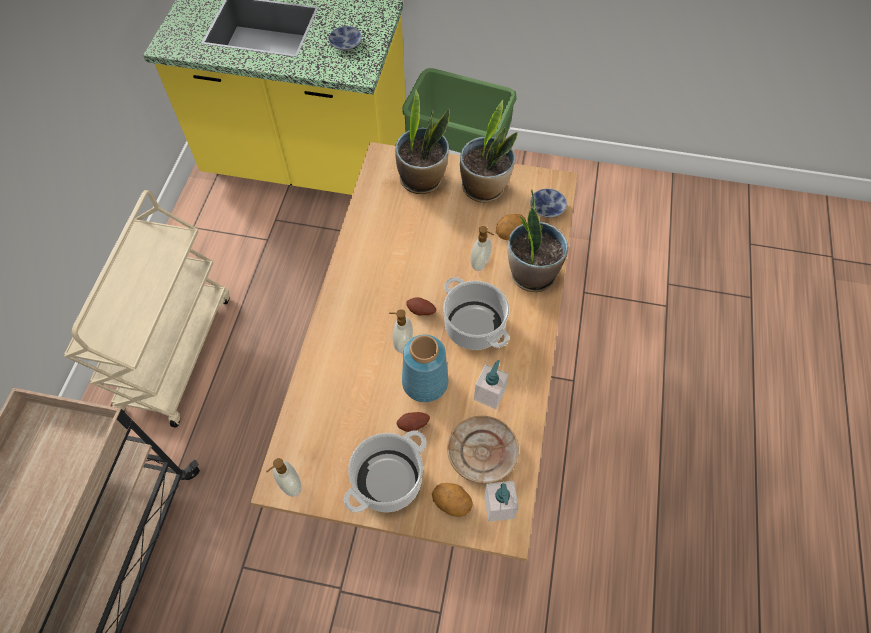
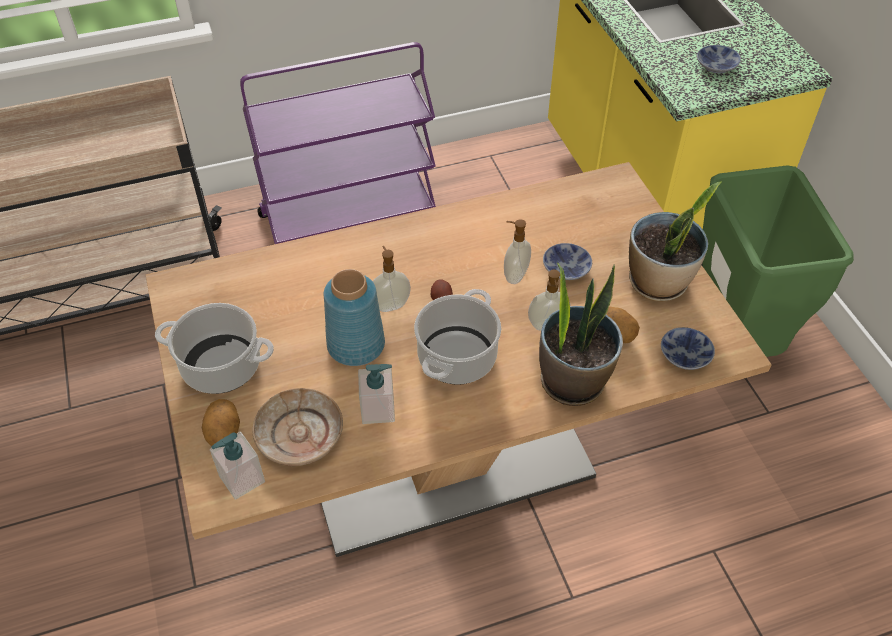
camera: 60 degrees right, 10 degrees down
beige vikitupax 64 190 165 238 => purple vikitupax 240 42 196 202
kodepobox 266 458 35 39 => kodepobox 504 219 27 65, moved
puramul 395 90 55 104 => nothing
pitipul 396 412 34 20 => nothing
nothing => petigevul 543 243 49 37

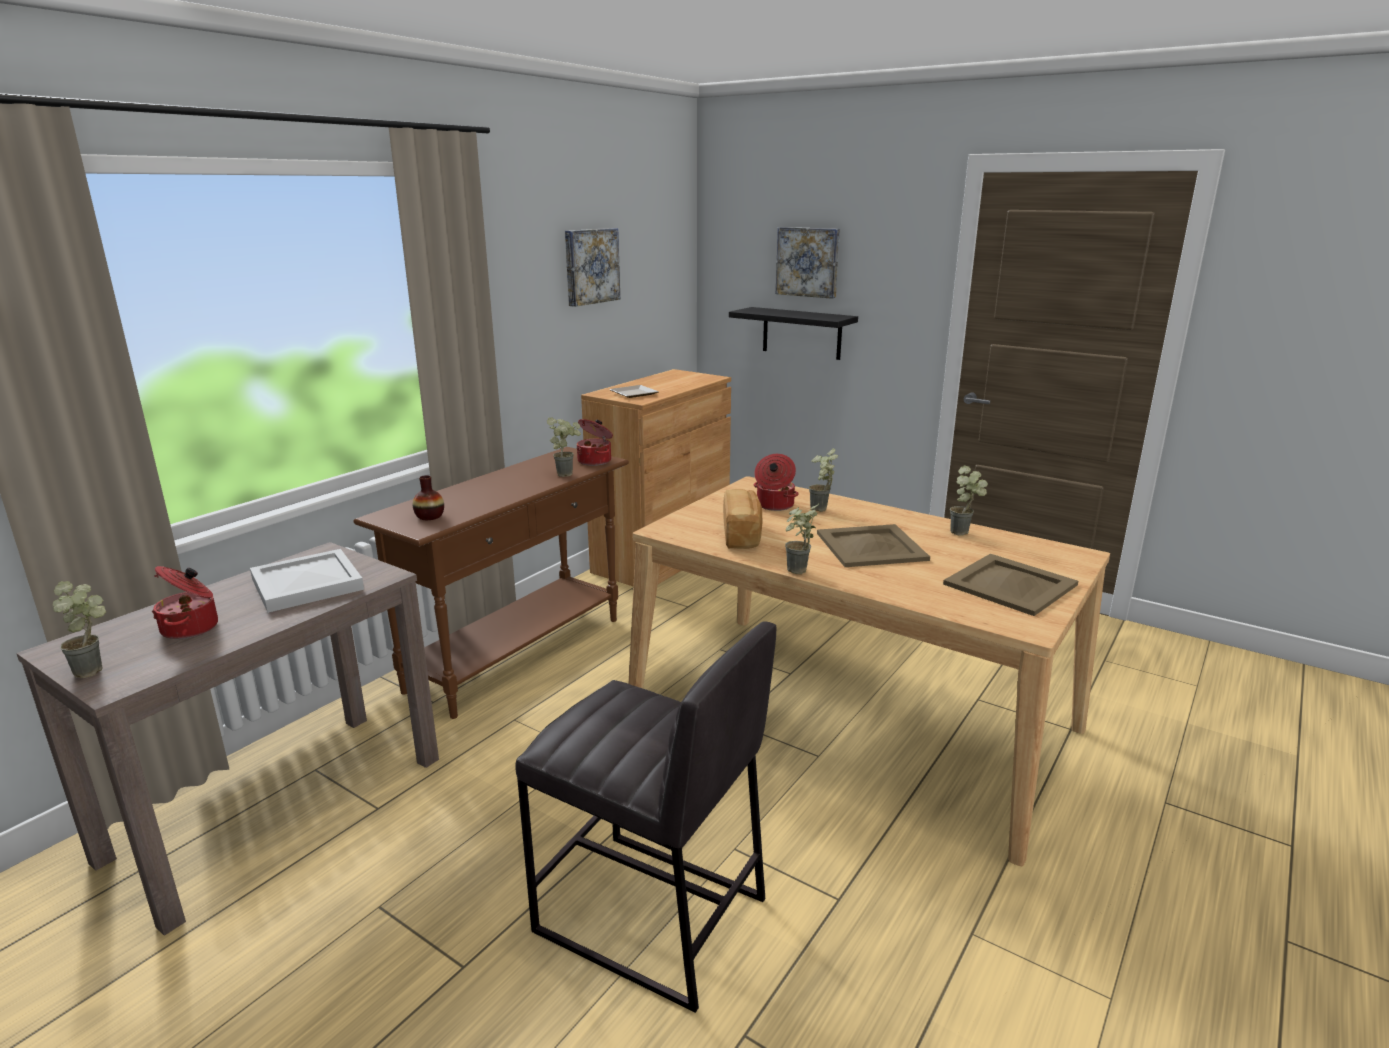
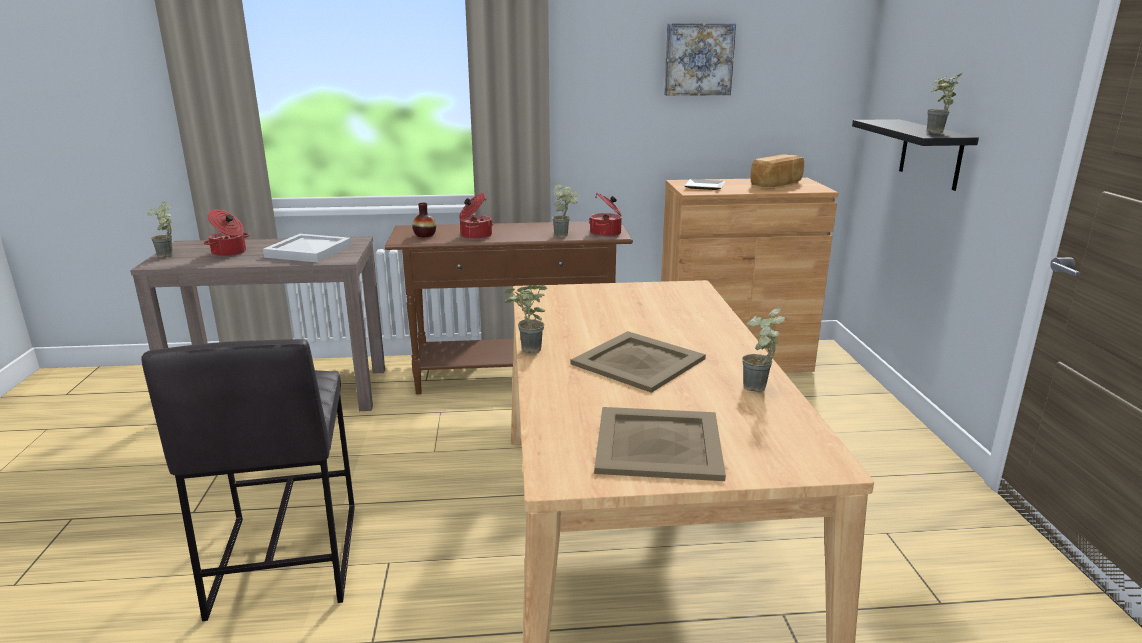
camera: 50 degrees right, 0 degrees up
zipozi 723 489 39 60 => zipozi 750 154 54 33, moved
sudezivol 753 454 46 57 => sudezivol 459 193 34 47, moved
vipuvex 776 227 64 72 => nothing
puramul 809 448 29 64 => puramul 927 73 35 61, moved

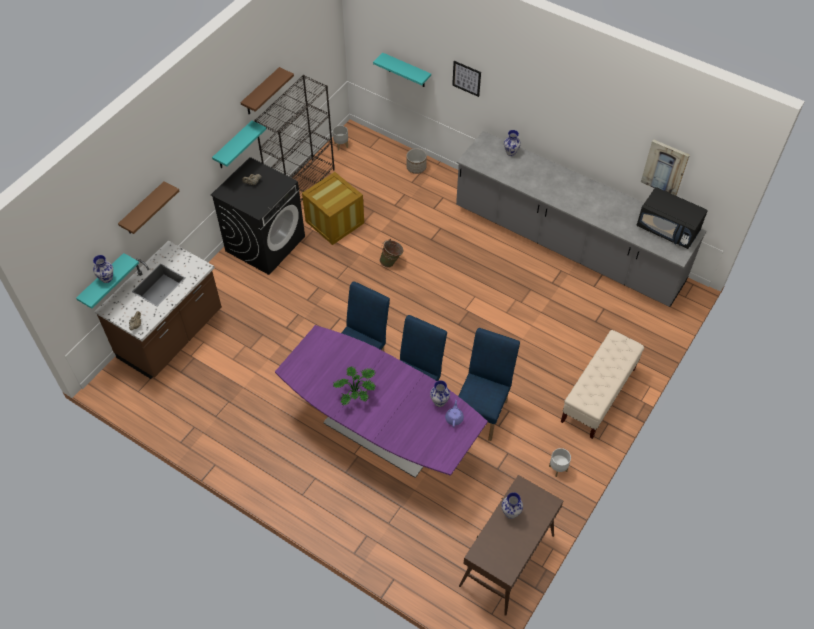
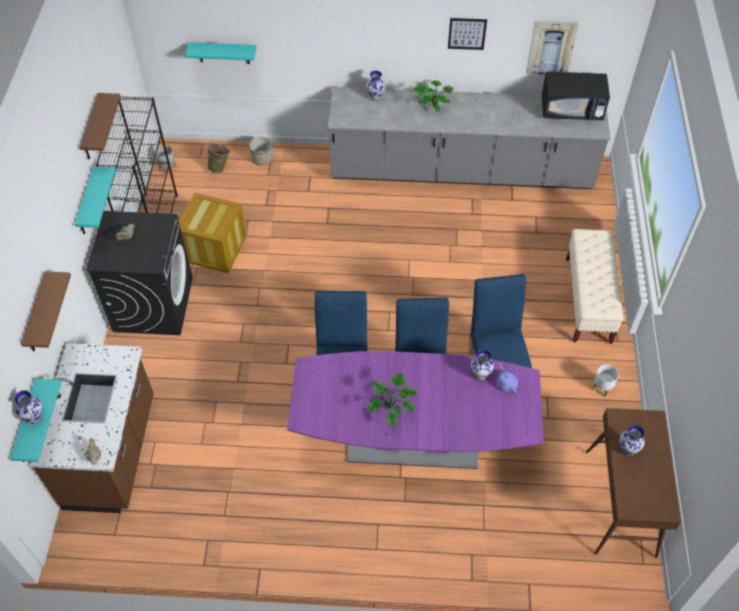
camera: 30 degrees left, 0 degrees up
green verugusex 380 239 23 28 => green verugusex 206 143 24 30, moved
vipuvex 452 61 29 36 => vipuvex 448 18 39 32, moved
nothing => puramul 413 80 41 32

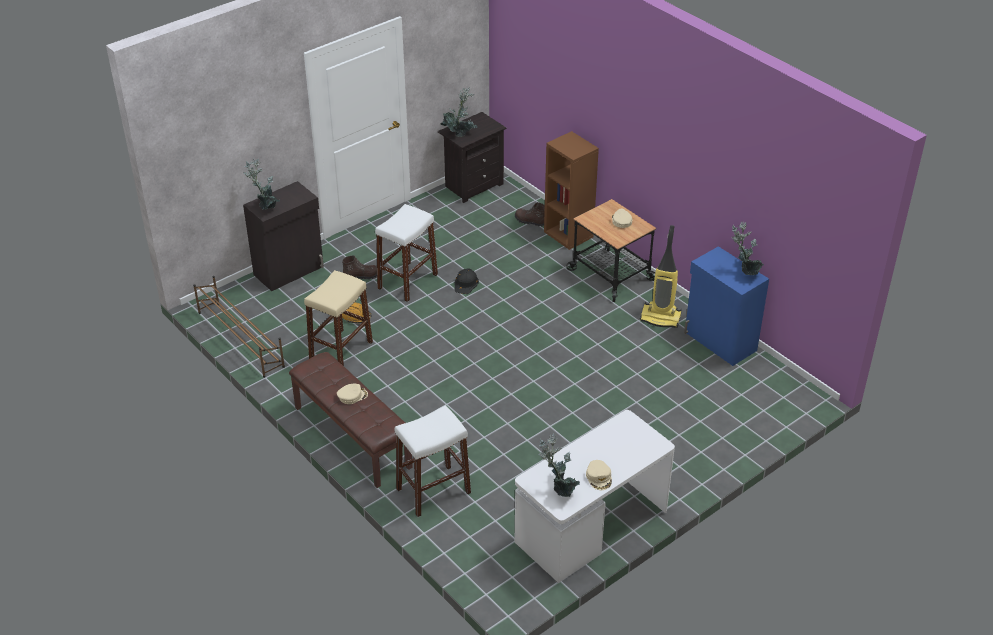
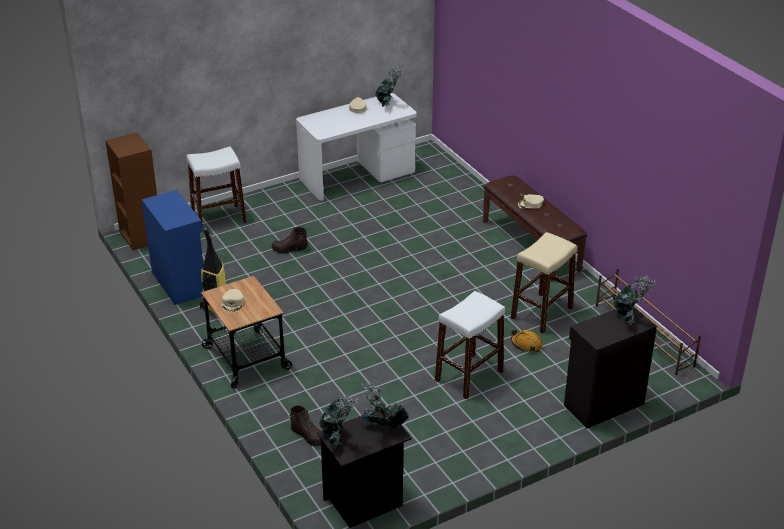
camera: 170 degrees left, 5 degrees down
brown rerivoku 342 255 35 24 => brown rerivoku 271 227 37 27, moved
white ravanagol 395 405 76 112 => white ravanagol 186 146 61 86, moved
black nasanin 455 268 24 26 => nothing
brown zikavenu 544 131 55 119 => brown zikavenu 105 132 52 118, moved
puramul 732 221 32 54 => puramul 319 393 40 55, moved

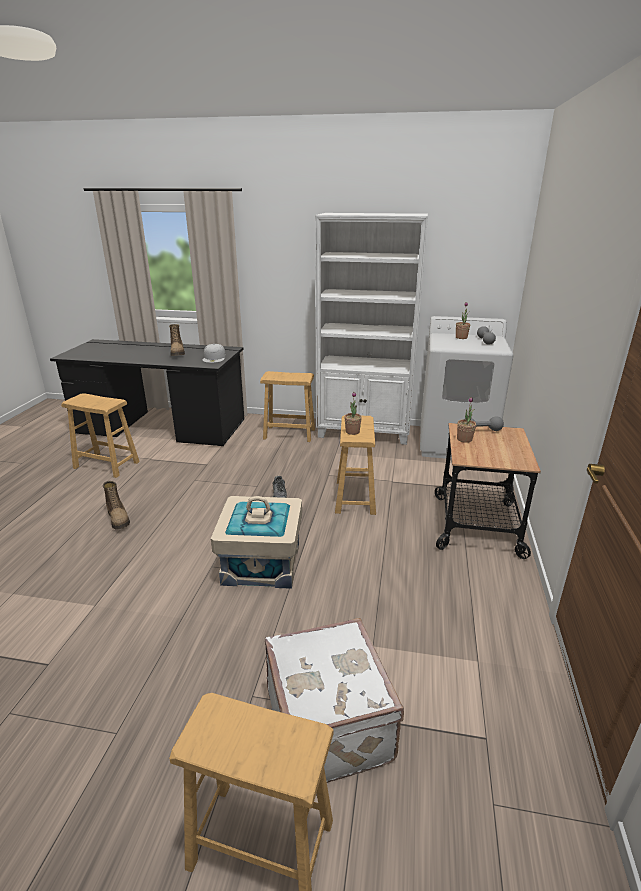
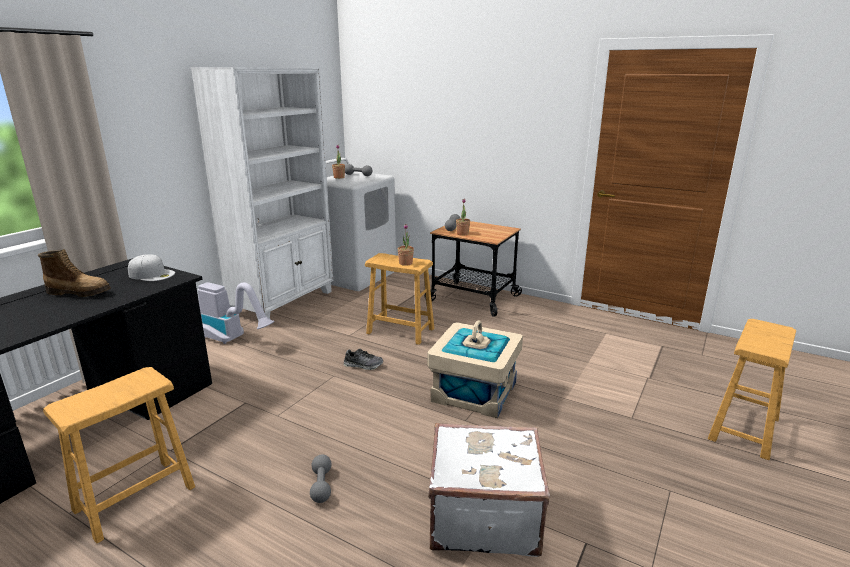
camera: 70 degrees left, 5 degrees down
rerivoku 103 481 27 48 => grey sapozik 310 454 21 49
brown ravanagol 260 371 55 71 => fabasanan 198 282 76 62
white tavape 265 618 139 165 => white tavape 428 423 122 134, moved

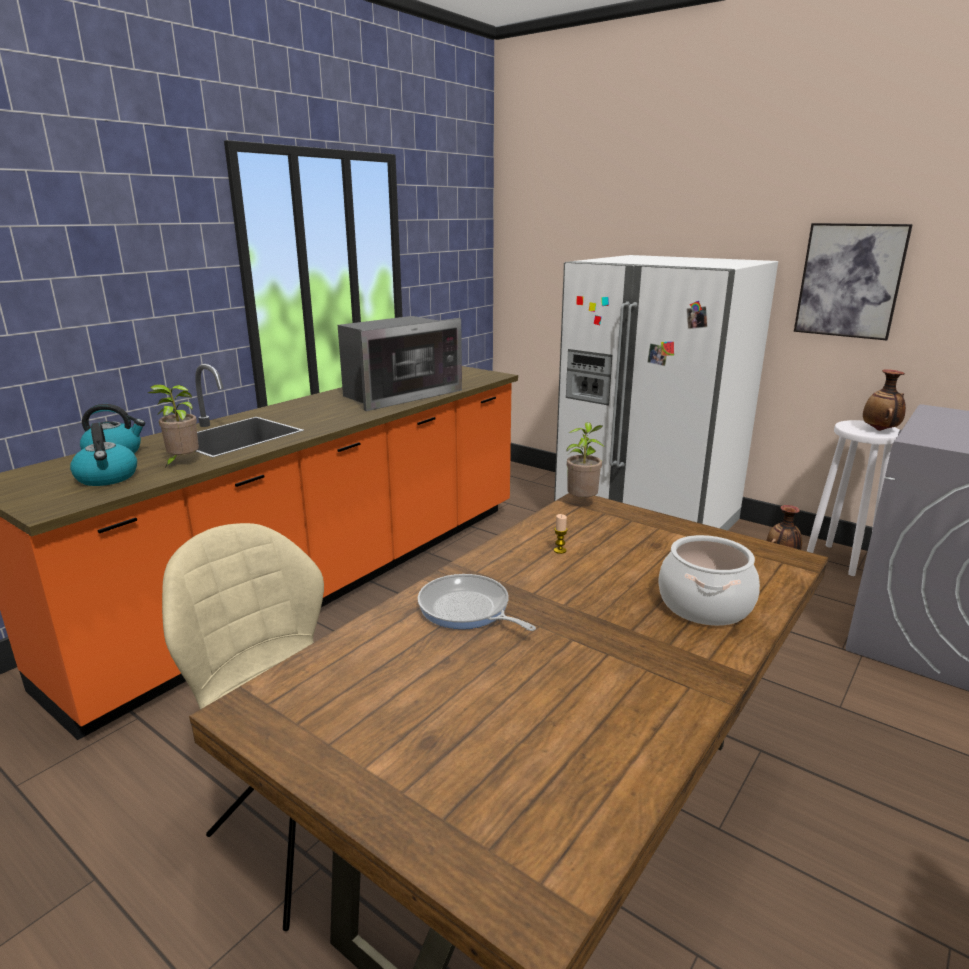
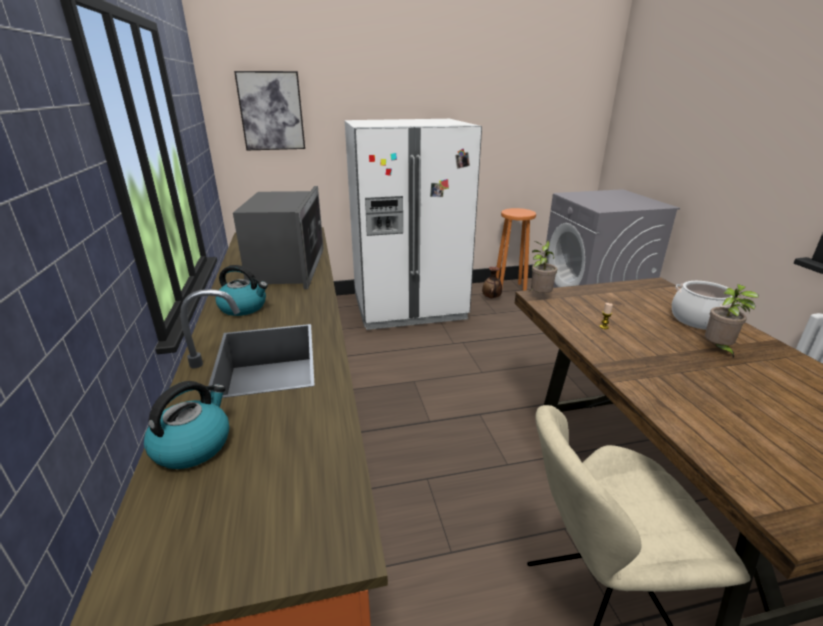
camera: 50 degrees left, 5 degrees up
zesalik 70 423 67 63 => zesalik 216 265 52 51, moved
puramul 148 384 51 84 => puramul 705 284 54 74, moved
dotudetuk 418 574 118 57 => nothing
vipuvex 794 223 119 117 => vipuvex 234 71 71 79, moved
white ravanagol 807 420 93 156 => orange ravanagol 496 208 40 86
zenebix 863 370 43 61 => nothing

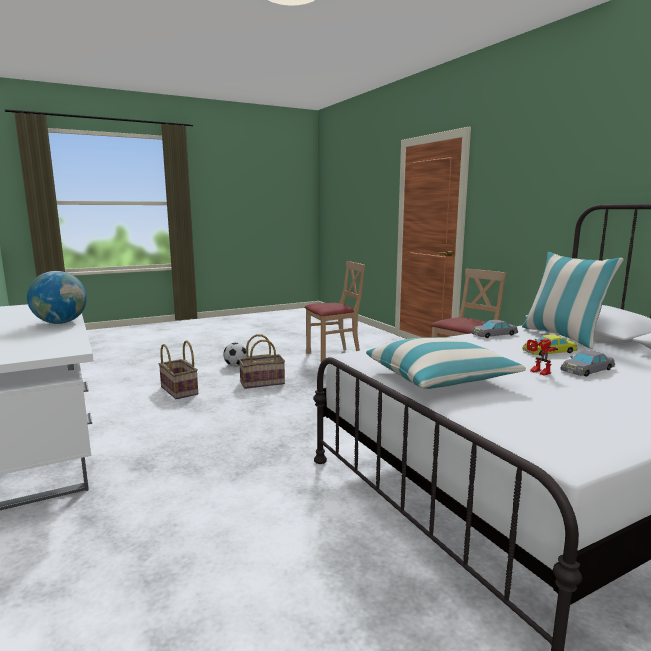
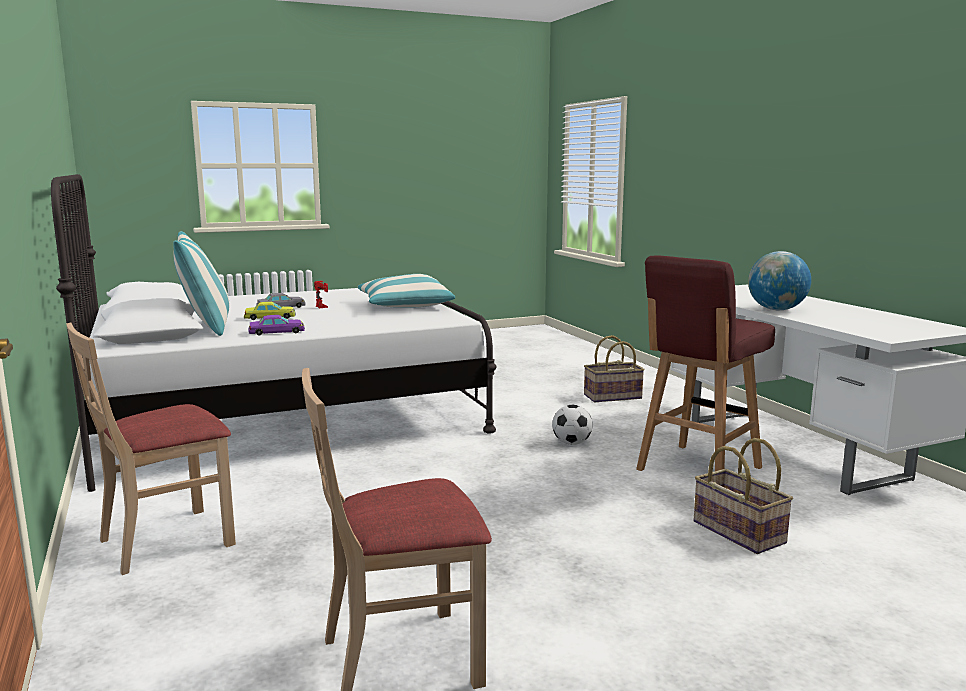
camera: 175 degrees left, 0 degrees up
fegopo 223 343 24 23 => fegopo 552 405 41 40, moved
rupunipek 239 334 46 55 => rupunipek 584 335 61 67, moved
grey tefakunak 471 320 47 18 => purple tefakunak 249 315 56 21
nothing => red ravanagol 636 256 139 215

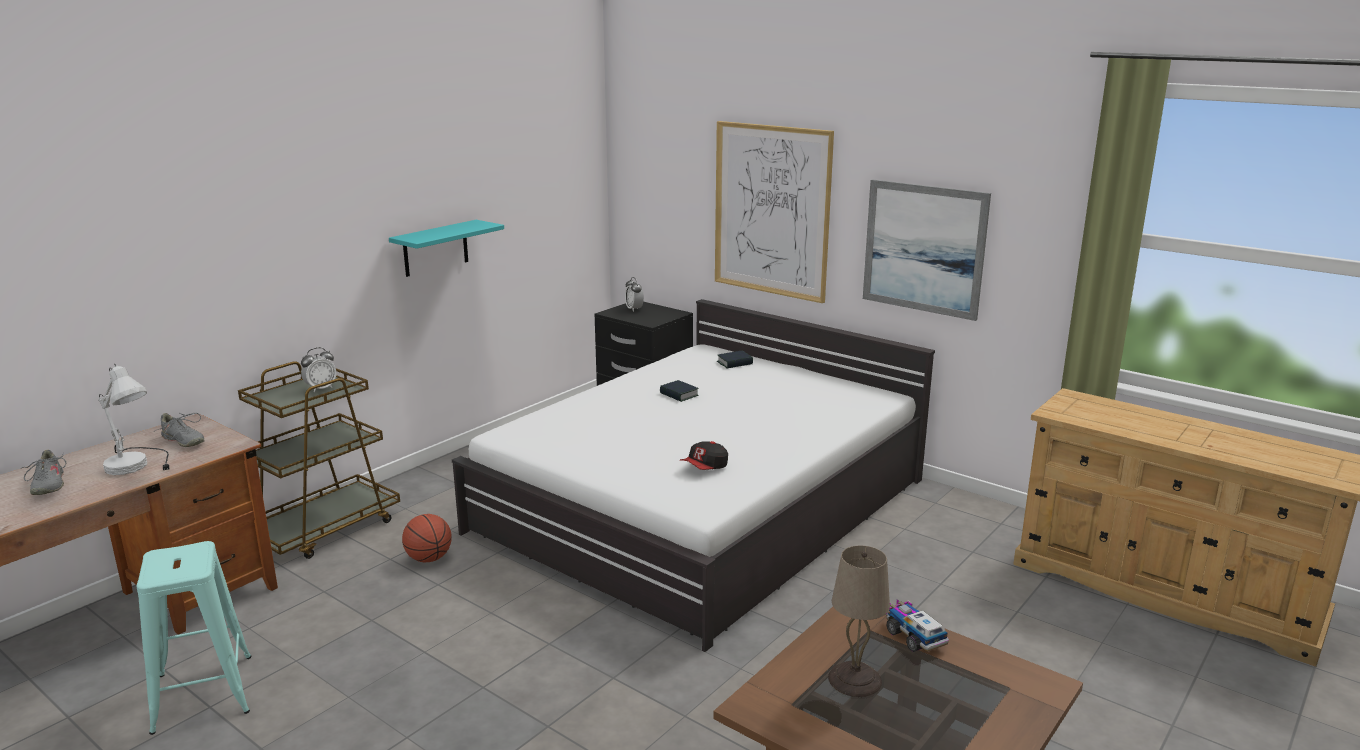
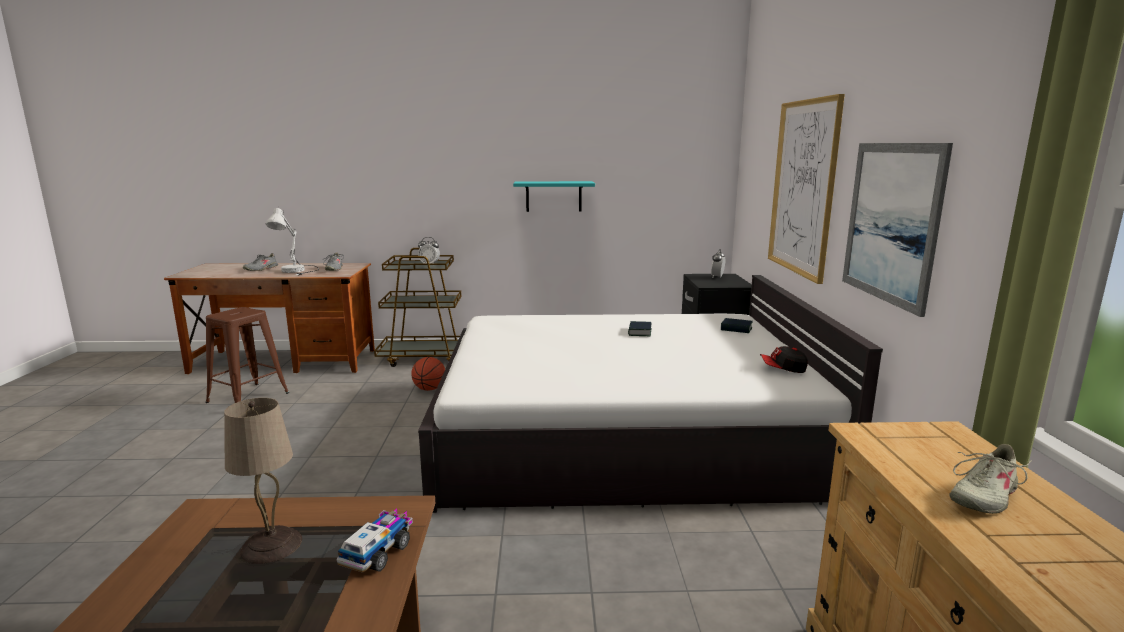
camera: 50 degrees right, 5 degrees down
turquoise ravanagol 137 541 115 194 => brown ravanagol 206 307 83 96
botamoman 680 441 48 29 => botamoman 760 346 48 27, moved
nothing => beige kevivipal 949 444 83 70

